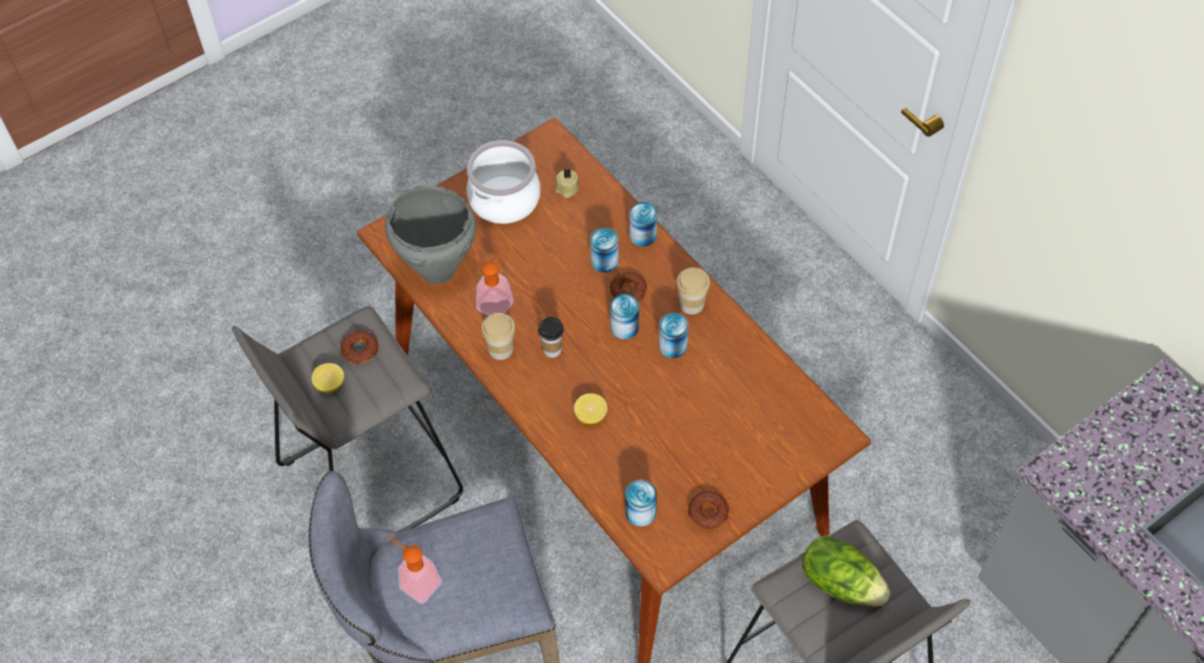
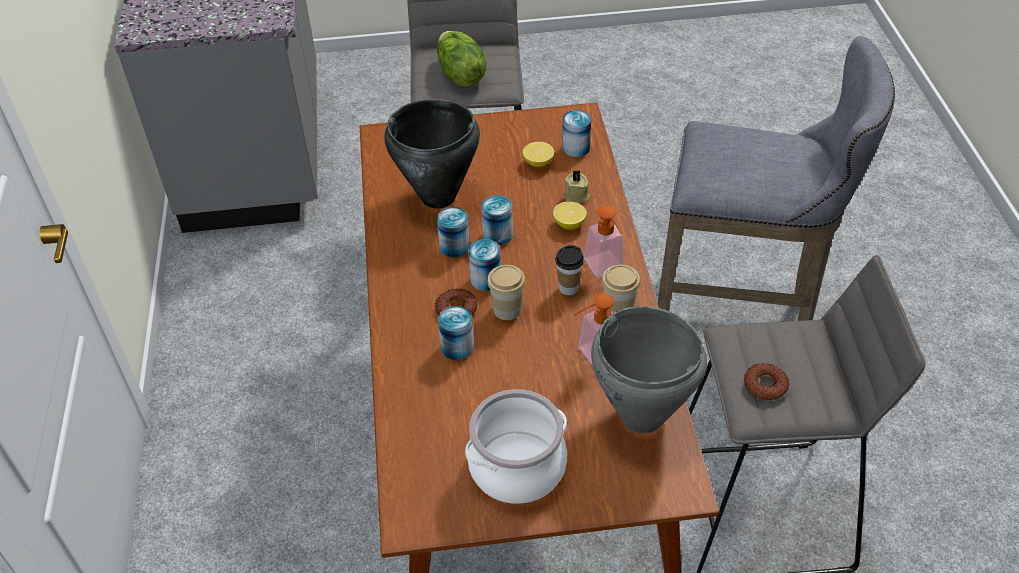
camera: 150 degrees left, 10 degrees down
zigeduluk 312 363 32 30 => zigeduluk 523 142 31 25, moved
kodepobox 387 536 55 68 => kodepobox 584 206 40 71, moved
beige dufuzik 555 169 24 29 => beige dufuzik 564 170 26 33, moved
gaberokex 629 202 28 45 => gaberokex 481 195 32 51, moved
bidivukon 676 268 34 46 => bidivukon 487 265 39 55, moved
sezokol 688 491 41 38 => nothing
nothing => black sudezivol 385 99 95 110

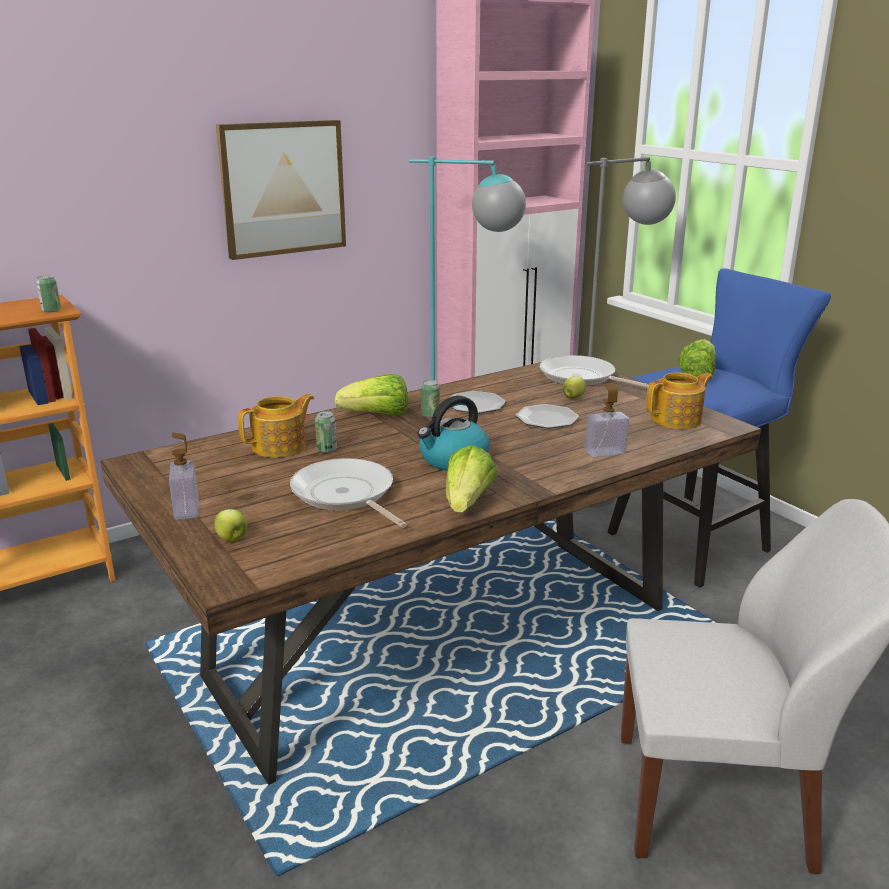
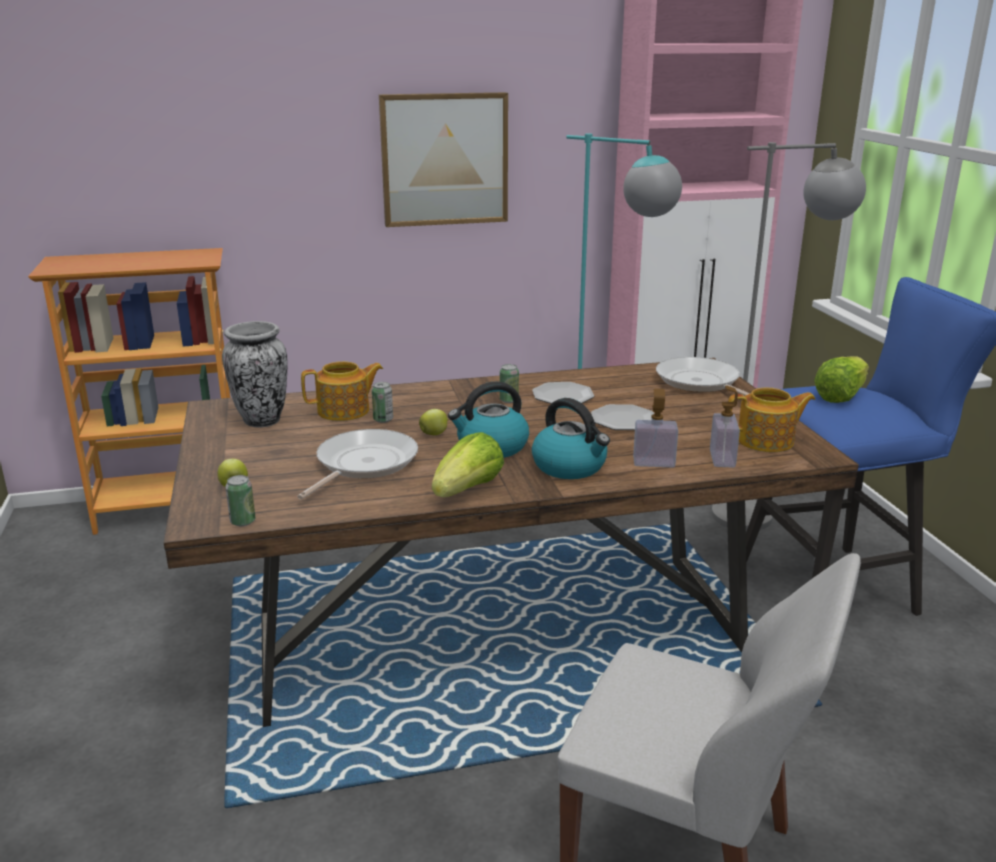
camera: 20 degrees right, 0 degrees up
gaberokex 36 275 25 37 => gaberokex 225 475 31 51, moved
kodepobox 169 432 30 88 => kodepobox 710 385 30 83, moved
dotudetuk 290 458 117 70 => dotudetuk 297 429 121 70, 45 degrees clockwise
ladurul 334 374 74 42 => nothing
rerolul 563 376 23 23 => rerolul 419 409 30 26, moved
nothing => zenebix 222 321 66 106
nothing => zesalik 532 398 78 81

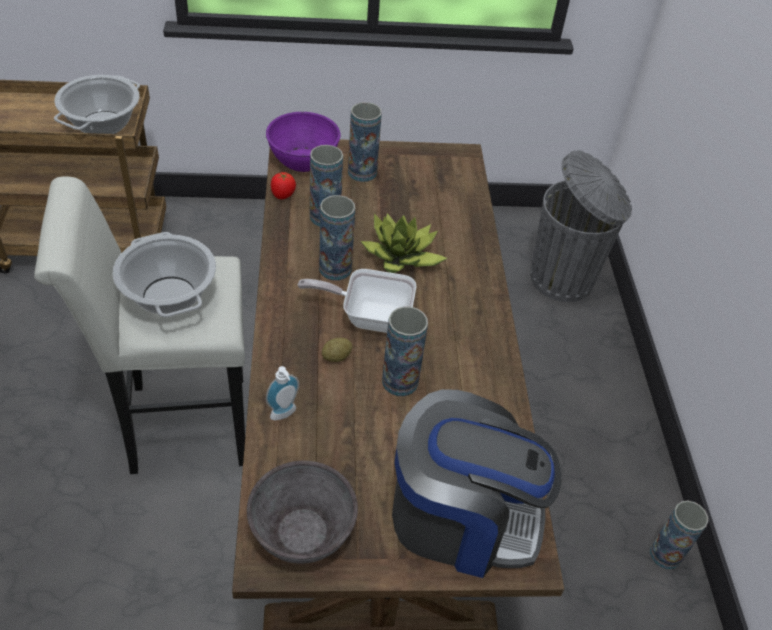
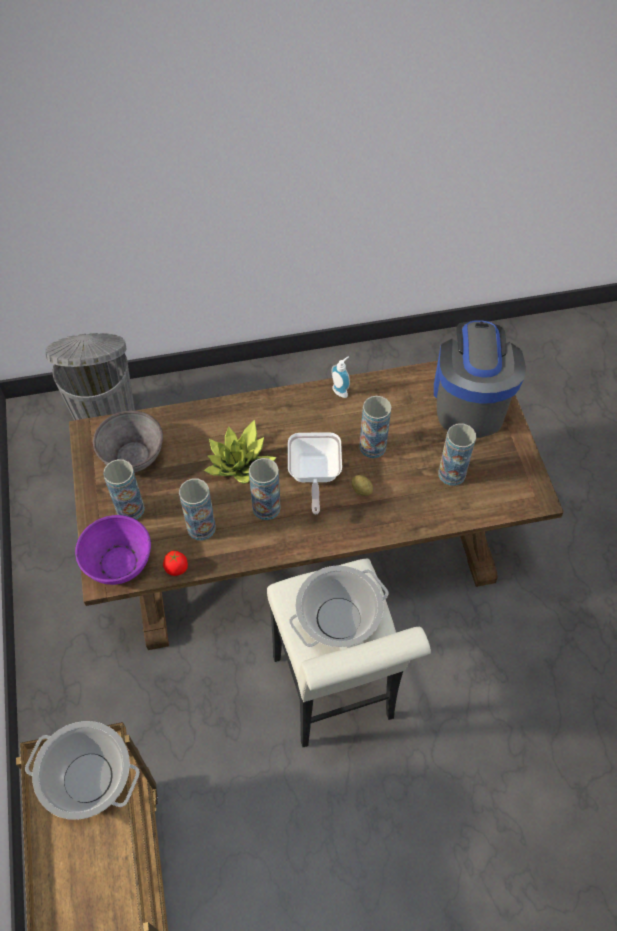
camera: 95 degrees left, 10 degrees up
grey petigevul 247 461 111 103 => grey petigevul 93 410 70 62, moved
kodepobox 266 366 33 54 => kodepobox 331 356 19 42, moved
zenebix 650 501 58 69 => zenebix 438 423 38 63, moved

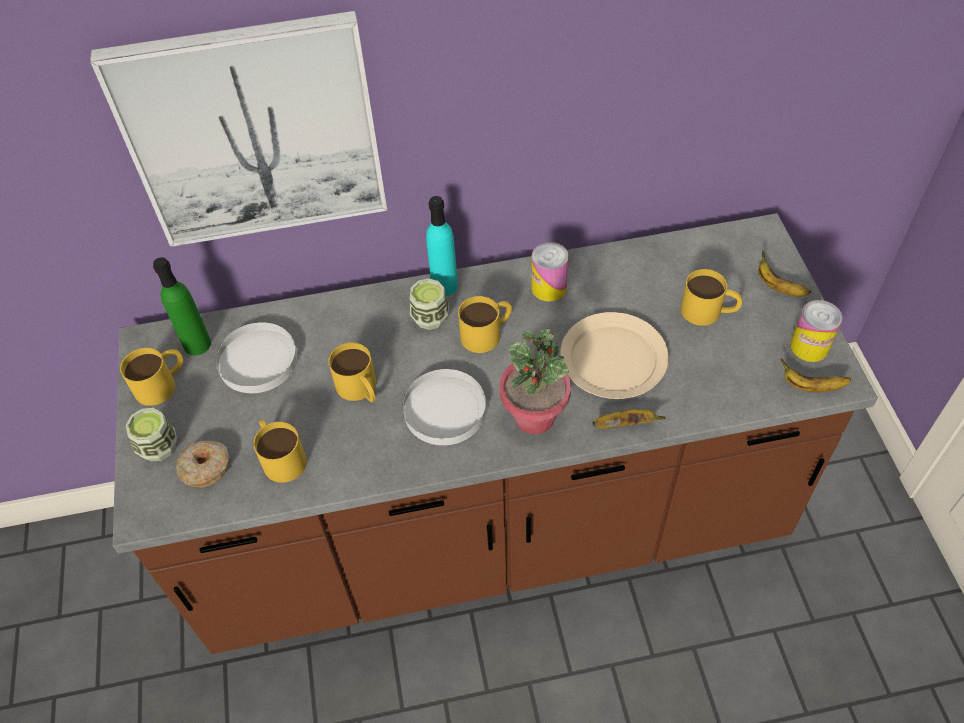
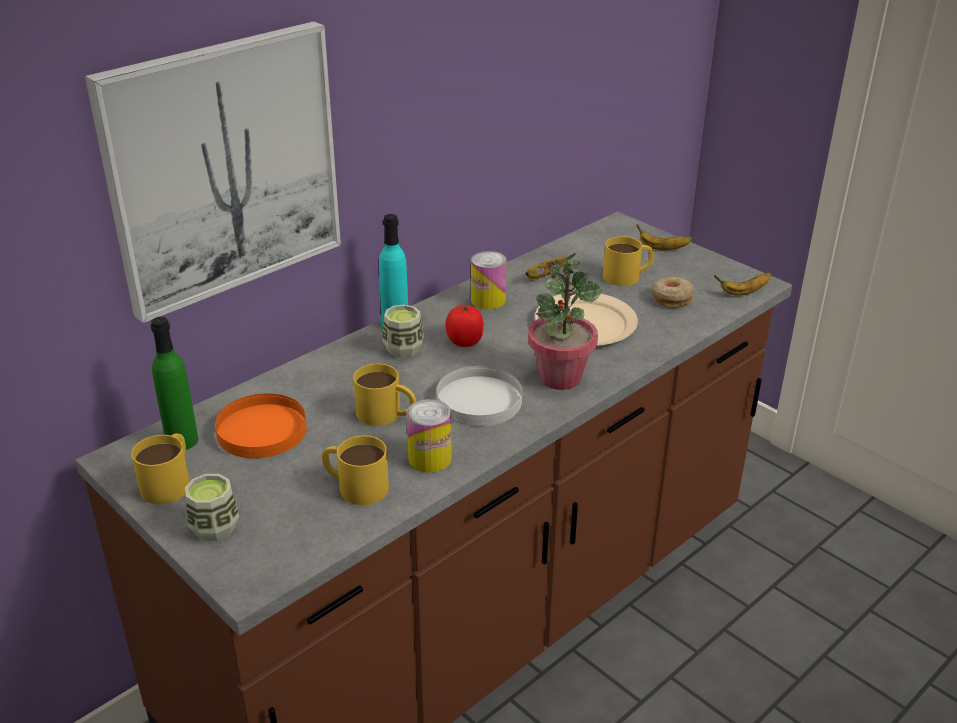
camera: 35 degrees left, 20 degrees down
sezokol 175 441 55 46 => sezokol 652 277 42 31, moved
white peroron 215 322 83 71 => orange peroron 215 393 92 65
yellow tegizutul 458 296 54 57 => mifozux 445 305 39 42
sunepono 593 409 73 20 => sunepono 525 253 51 26, moved
gaberokex 790 300 52 62 => gaberokex 407 399 45 74, moved

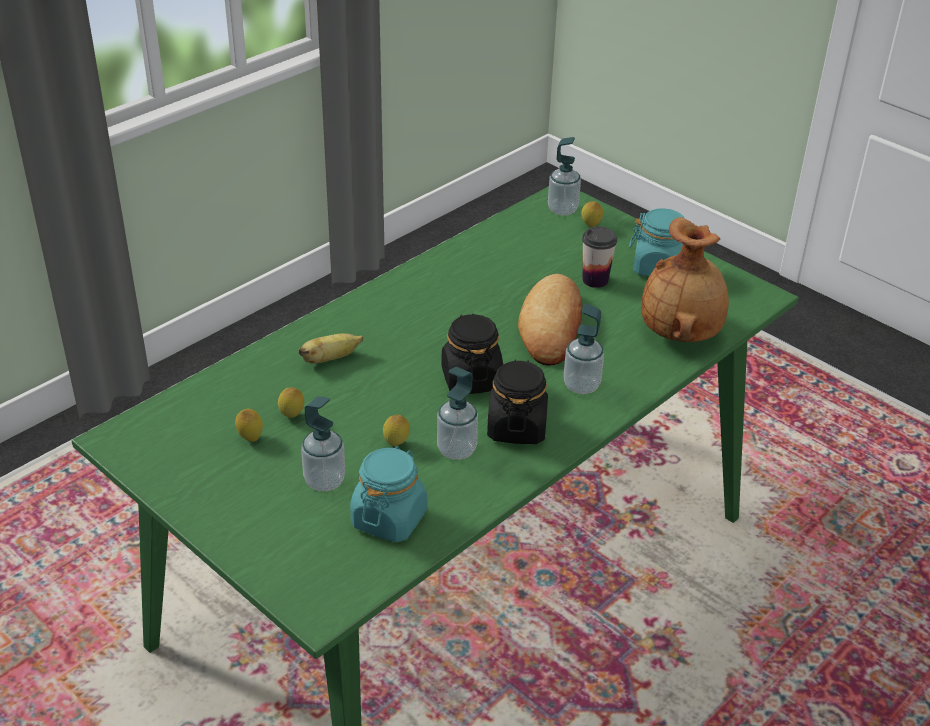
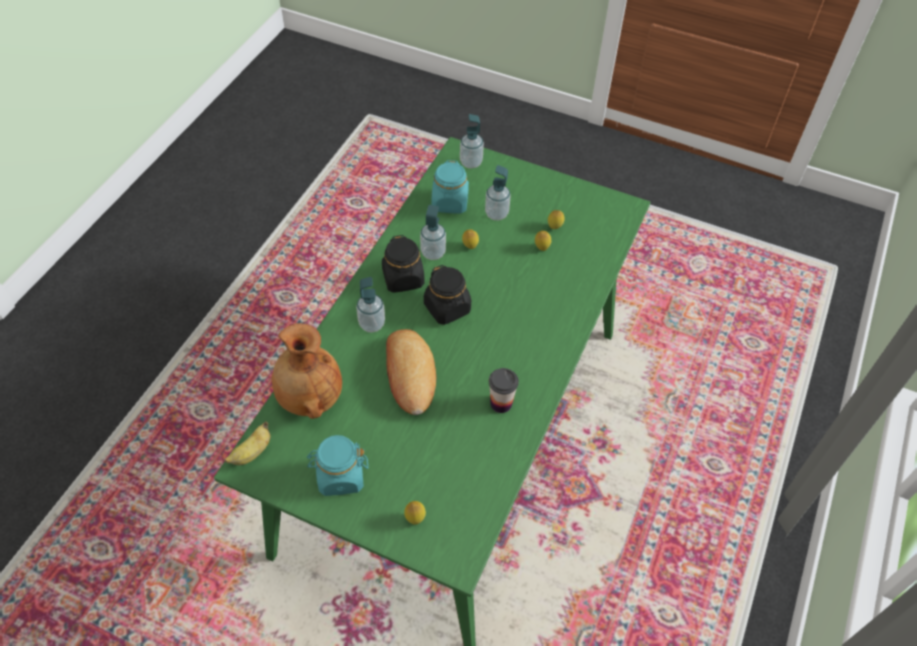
camera: 160 degrees right, 15 degrees up
sunepono 299 333 64 30 => sunepono 224 421 46 44, moved
kodepobox 548 137 33 79 => kodepobox 460 114 24 54, moved
bidivukon 582 226 35 62 => bidivukon 489 368 30 45, moved

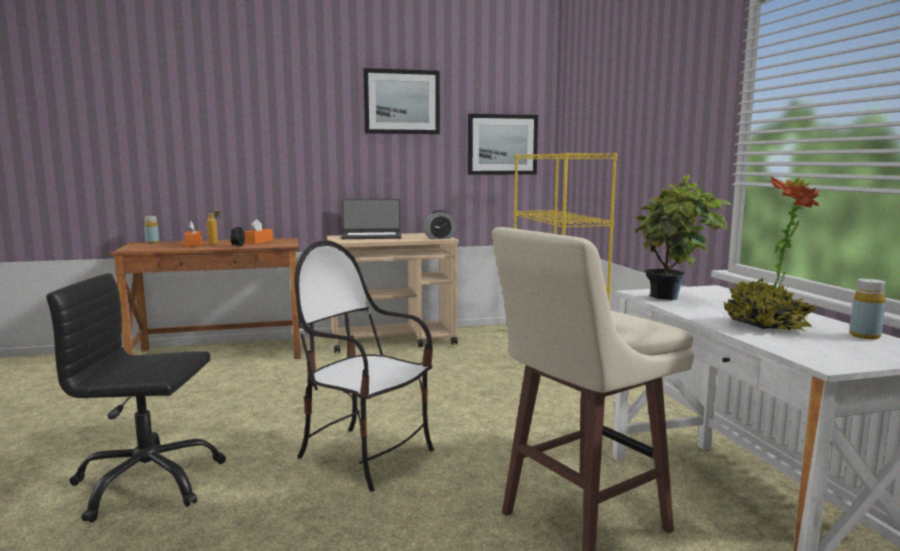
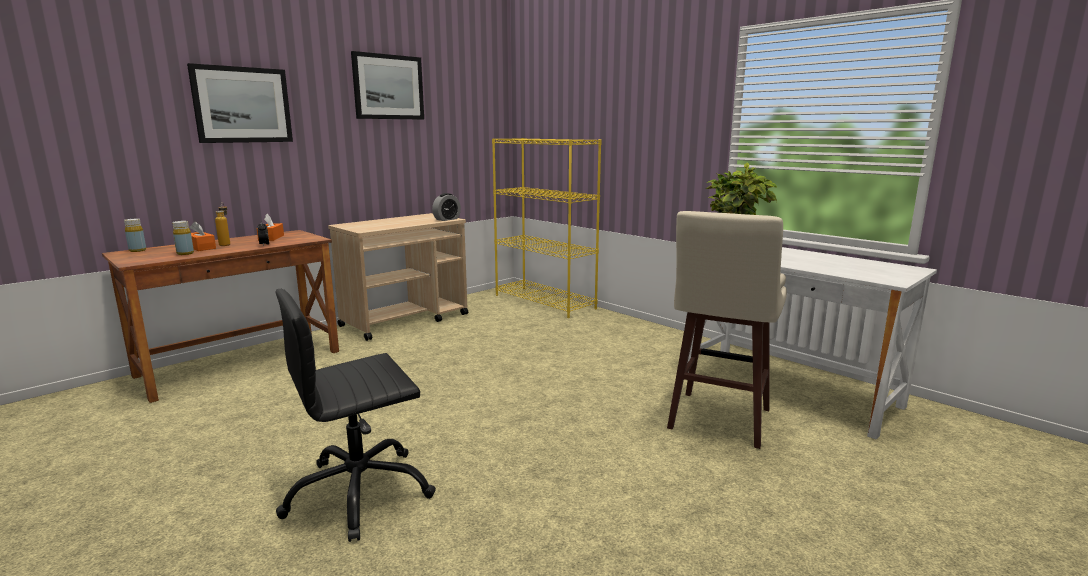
camera: 30 degrees left, 5 degrees up
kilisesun 294 240 140 252 => nothing
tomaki 341 199 60 40 => nothing
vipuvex 468 114 70 61 => vipuvex 187 63 106 80, moved
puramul 723 176 97 156 => nothing
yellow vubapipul 850 278 36 61 => yellow vubapipul 172 221 22 34, moved

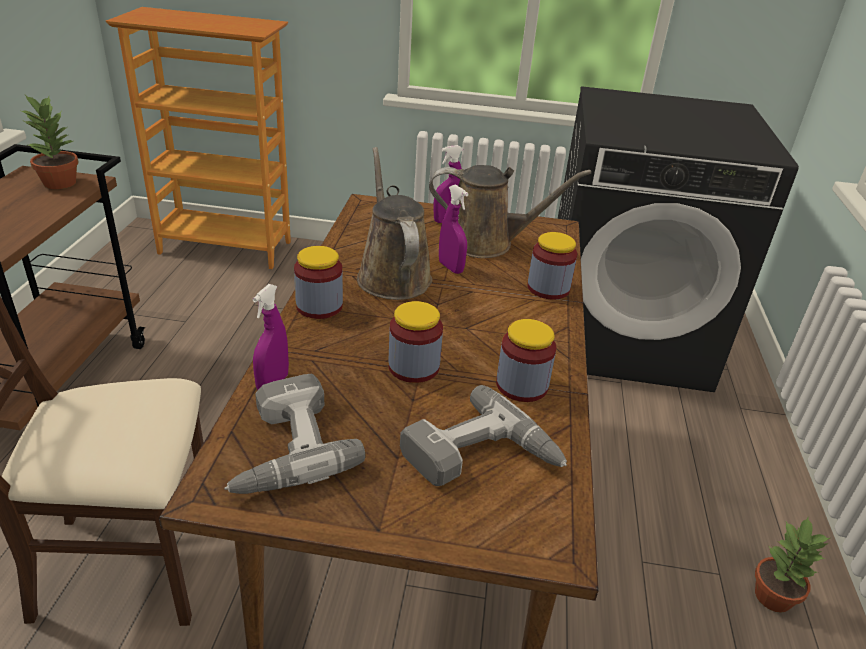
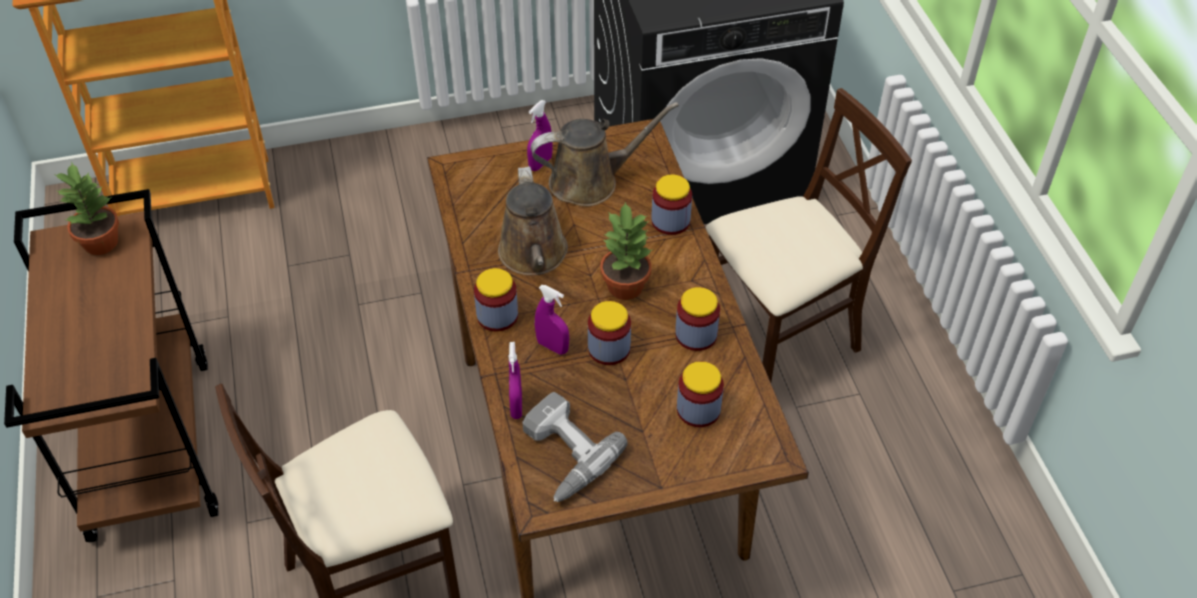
camera: 20 degrees left, 15 degrees up
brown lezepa 357 147 75 153 => brown lezepa 498 166 70 109, 150 degrees counterclockwise
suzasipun 400 385 167 101 => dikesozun 677 361 47 66
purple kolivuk 439 185 29 89 => purple kolivuk 535 285 34 70, moved
puramul 755 518 75 95 => puramul 600 202 52 98, moved
nothing => beige kilisesun 706 88 206 294

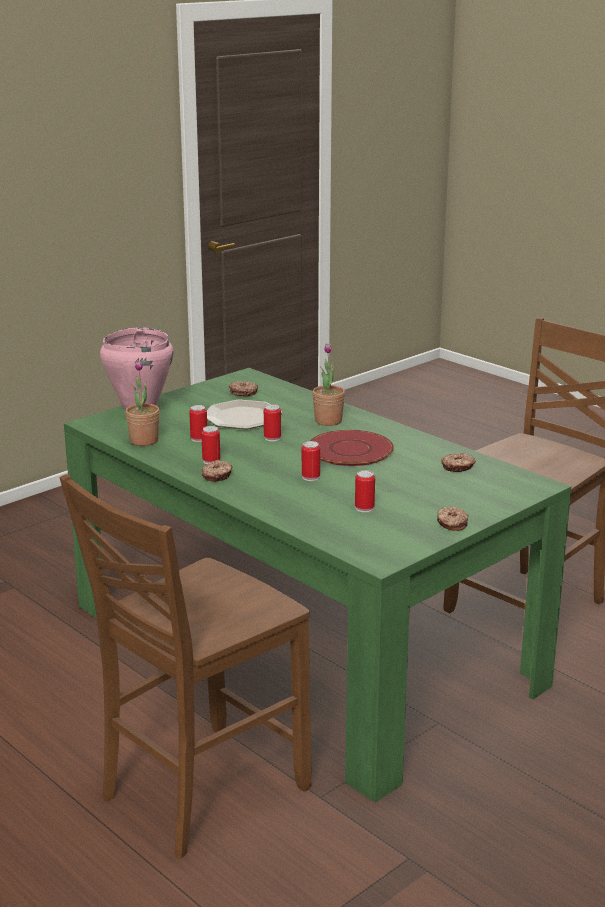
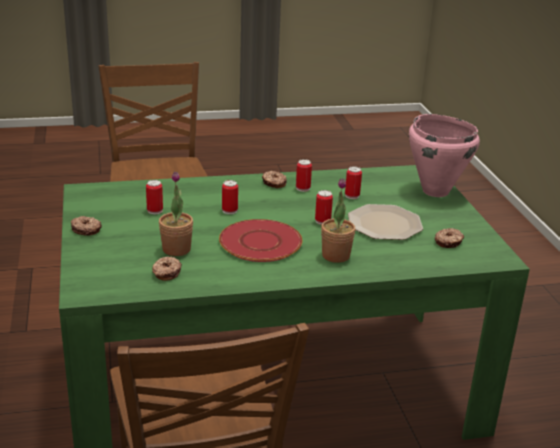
camera: 120 degrees right, 5 degrees up
puramul 125 360 35 86 => puramul 159 172 34 84, moved

